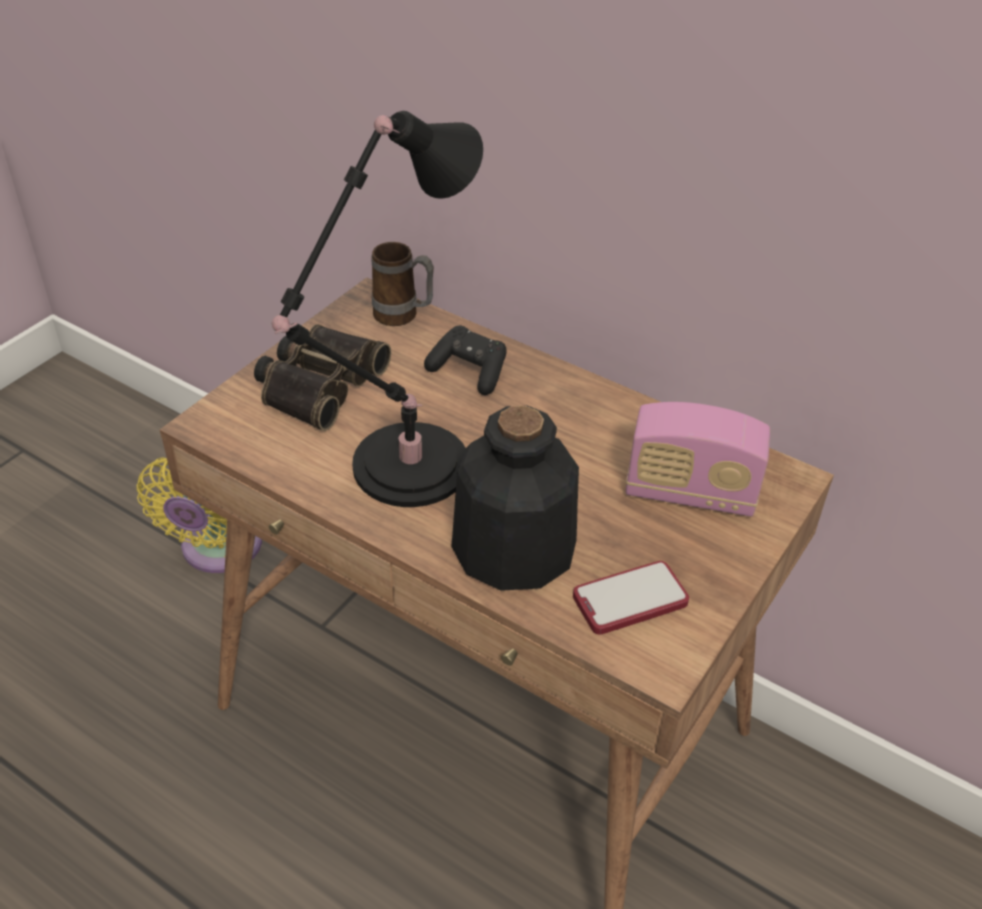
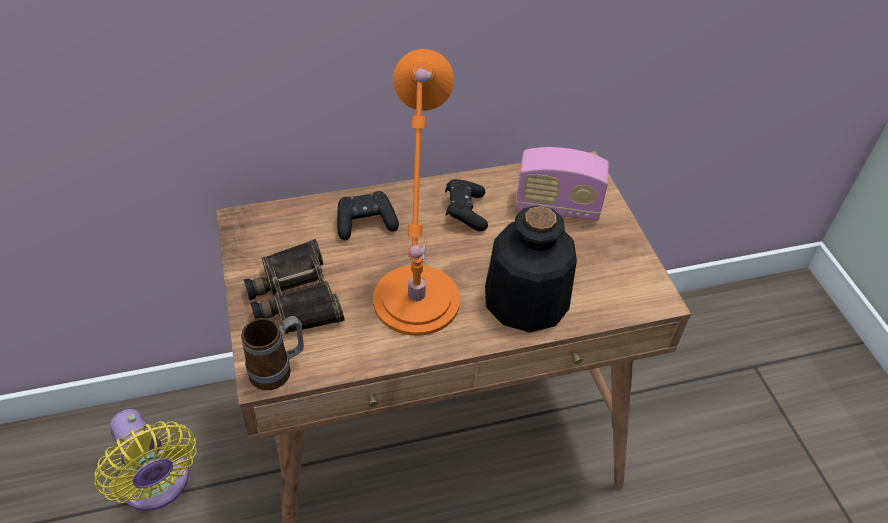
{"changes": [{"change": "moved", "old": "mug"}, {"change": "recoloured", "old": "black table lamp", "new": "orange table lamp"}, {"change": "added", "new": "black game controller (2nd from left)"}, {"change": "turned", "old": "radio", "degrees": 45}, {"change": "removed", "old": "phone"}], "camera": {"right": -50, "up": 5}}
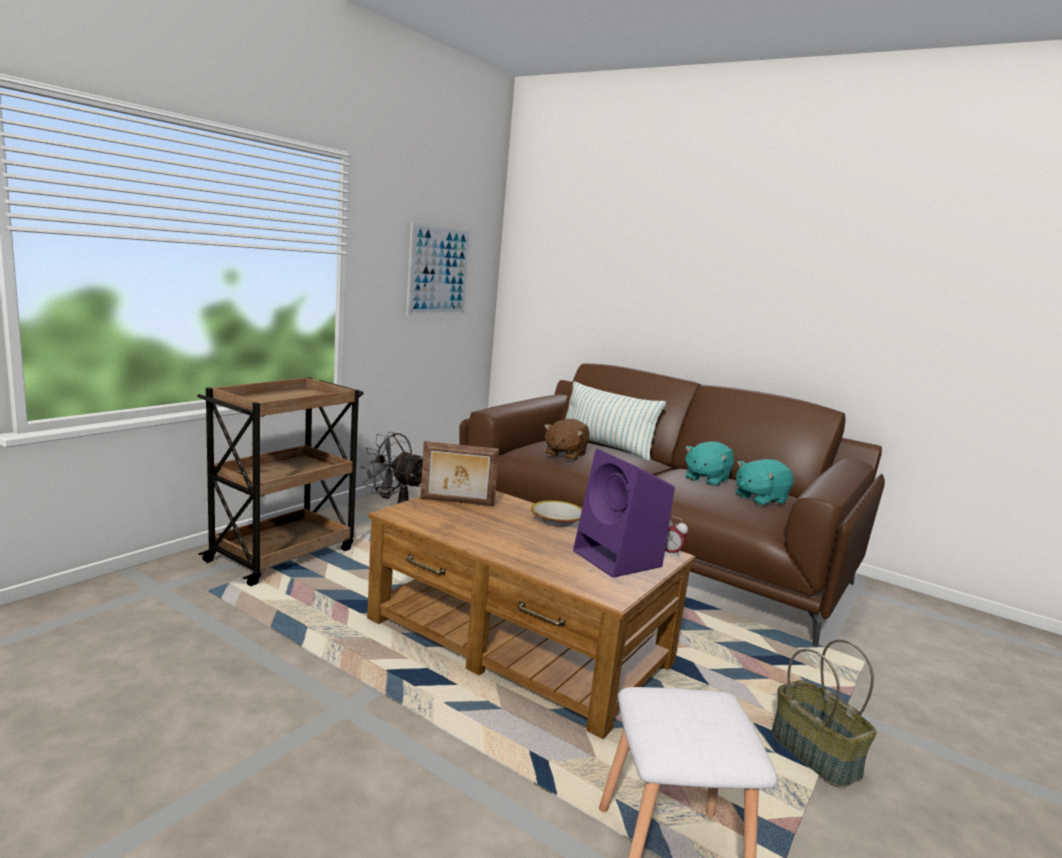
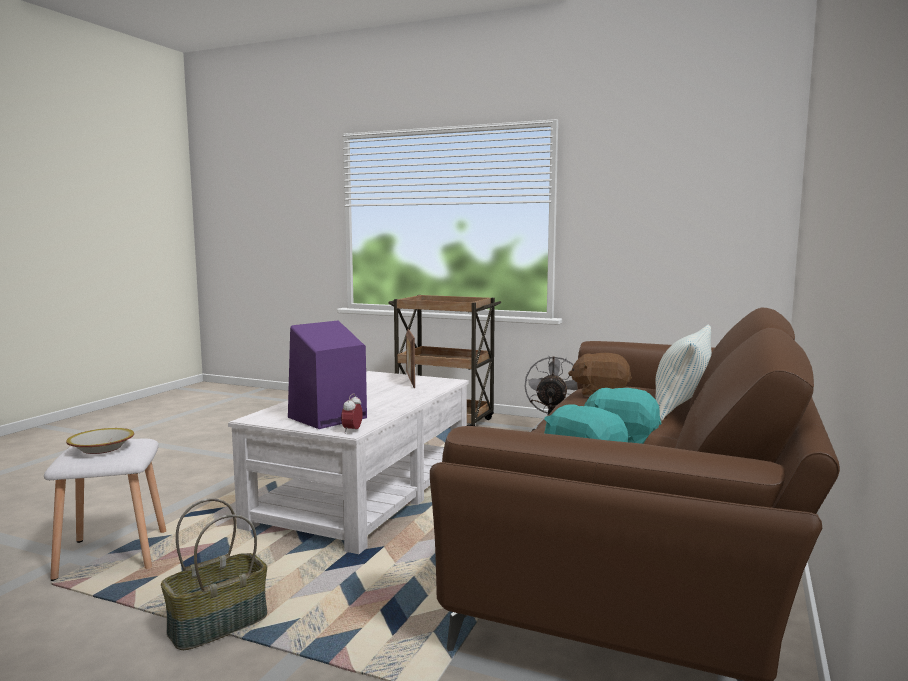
{"changes": [{"change": "moved", "old": "bowl"}, {"change": "recoloured", "old": "brown coffee table", "new": "white coffee table"}, {"change": "removed", "old": "picture"}], "camera": {"right": 80, "up": -5}}
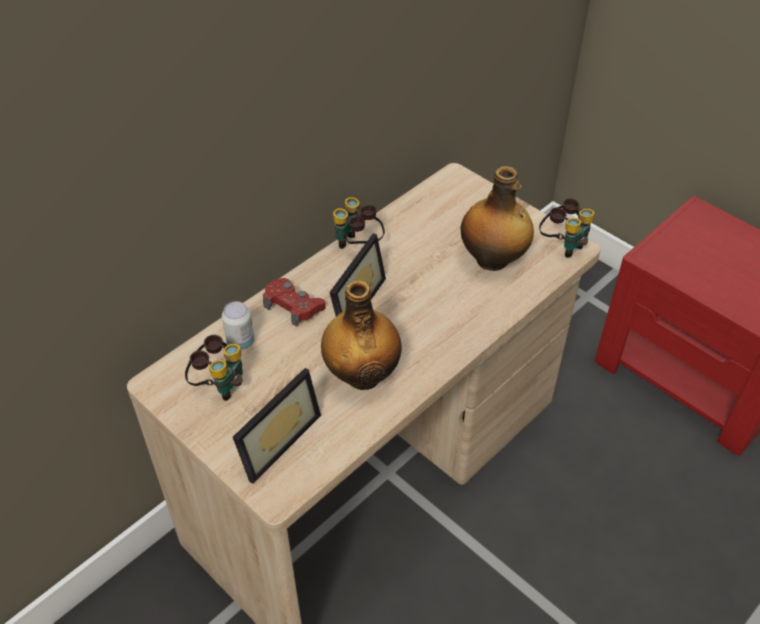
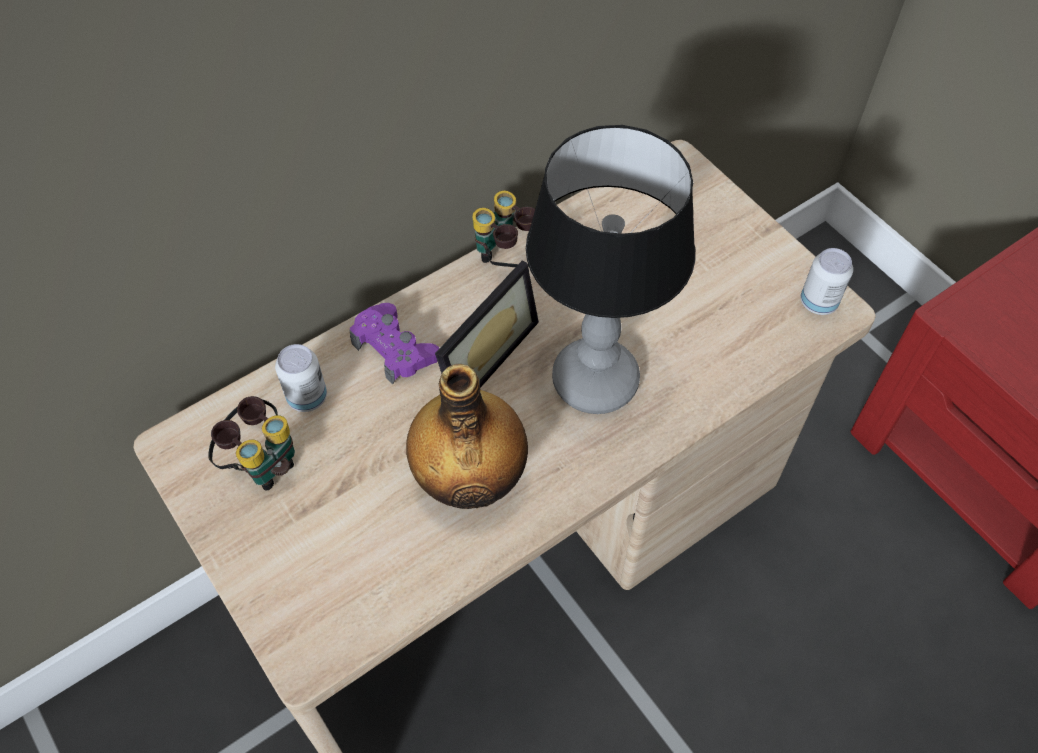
{"changes": [{"change": "recoloured", "old": "red game controller", "new": "purple game controller"}, {"change": "added", "new": "table lamp"}, {"change": "replaced", "old": "binoculars (3rd from left)", "new": "can (2nd from left)"}, {"change": "removed", "old": "picture frame (1st from left)"}, {"change": "removed", "old": "bottle (2nd from left)"}], "camera": {"right": 10, "up": 10}}
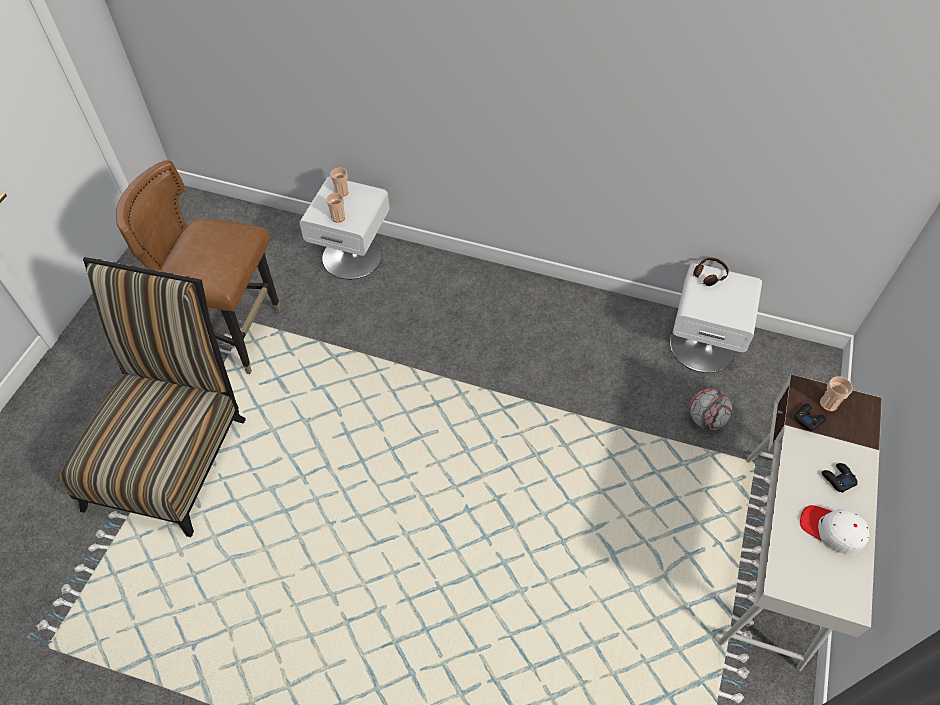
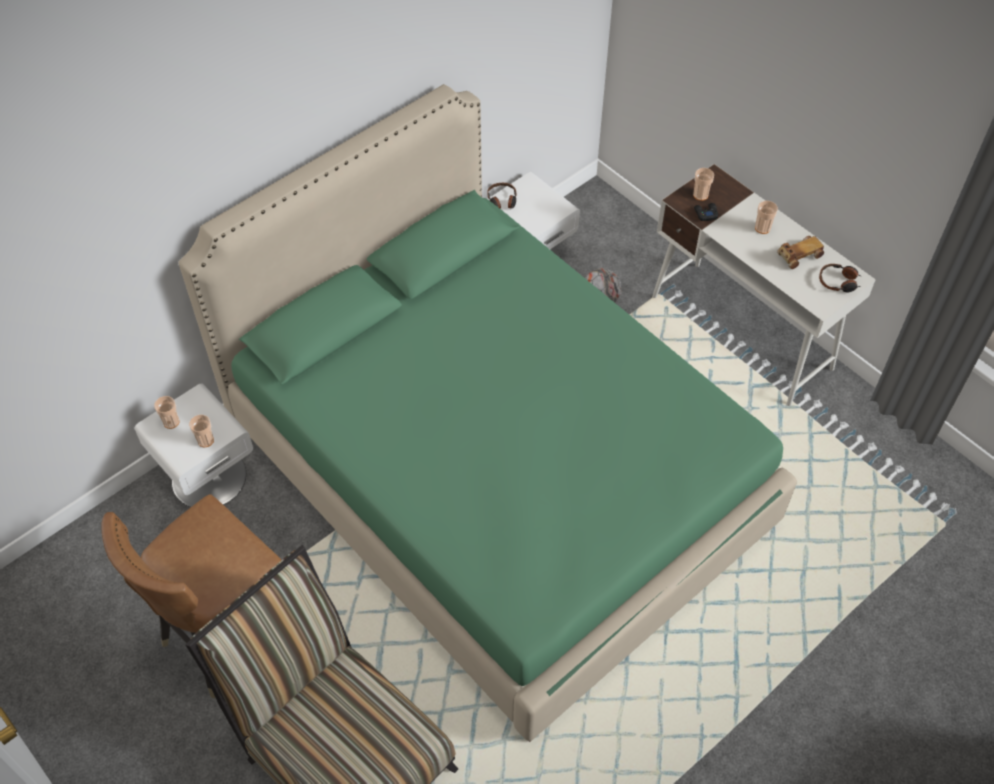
{"changes": [{"change": "added", "new": "green bed"}, {"change": "replaced", "old": "black game controller (2nd from left)", "new": "cup (4th from left)"}, {"change": "replaced", "old": "white cap", "new": "toy car"}, {"change": "added", "new": "headphones (2nd from left)"}], "camera": {"right": -60, "up": 0}}
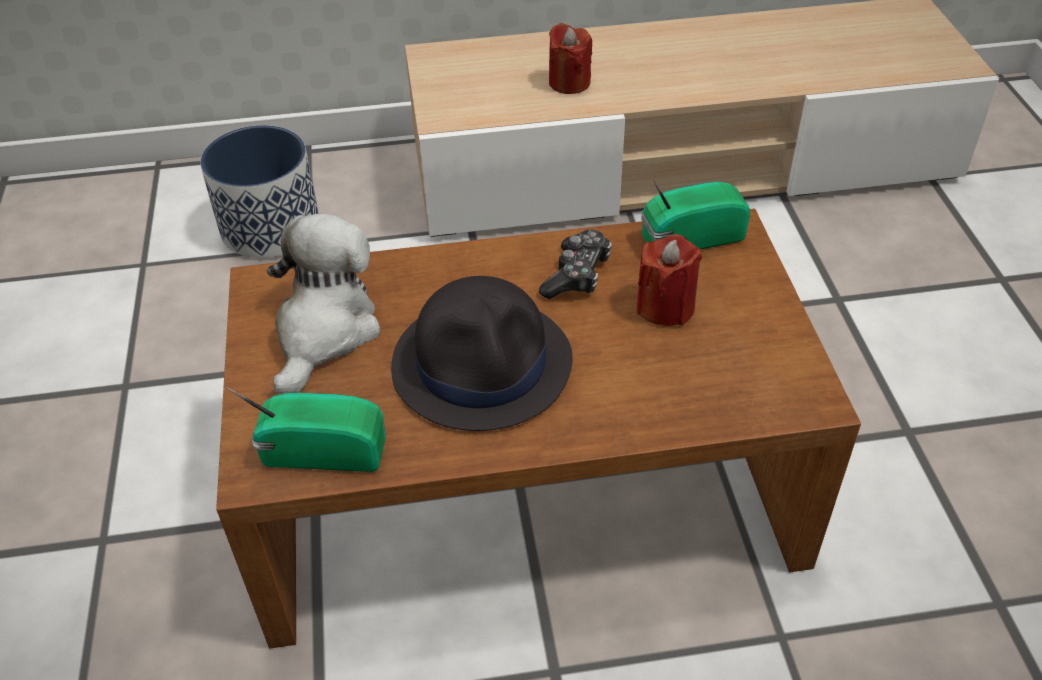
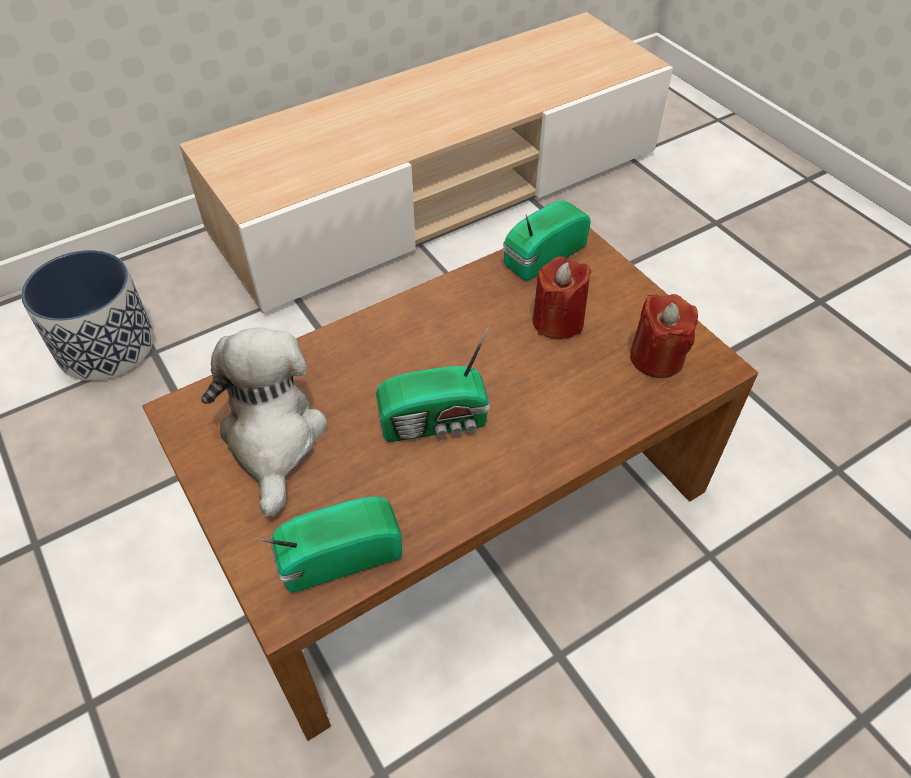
{"changes": [{"change": "replaced", "old": "black hat", "new": "radio (2nd from left)"}, {"change": "moved", "old": "red candle (1st from left in the first image)", "new": "red candle (2nd from left)"}, {"change": "removed", "old": "game controller"}], "camera": {"right": -25, "up": 5}}
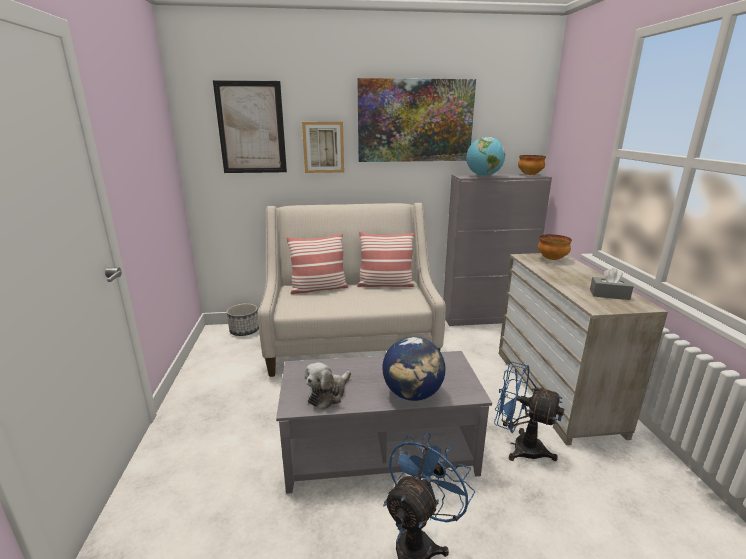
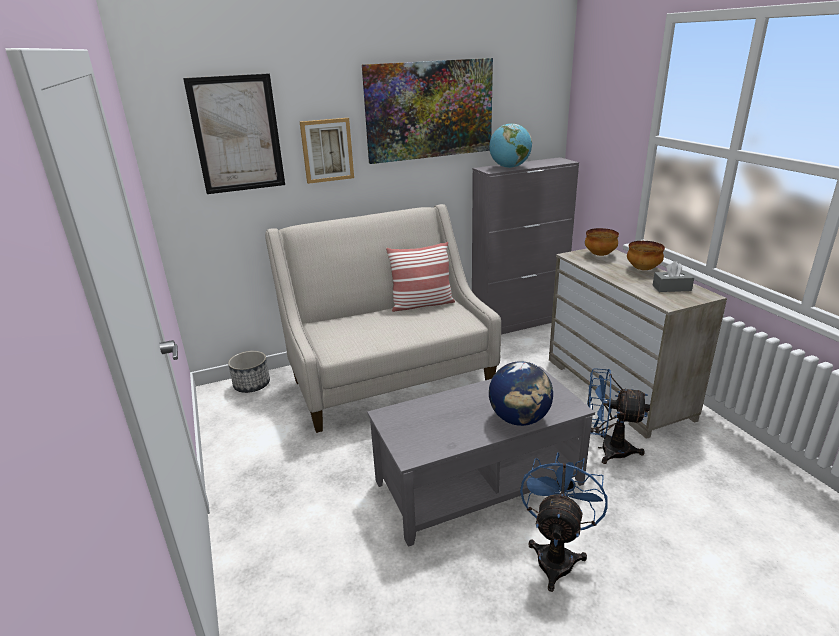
{"changes": [{"change": "moved", "old": "bowl (1st from left in the first image)", "new": "bowl (2nd from left)"}, {"change": "removed", "old": "pillow (1st from left)"}, {"change": "removed", "old": "plush toy"}], "camera": {"right": -15, "up": 5}}
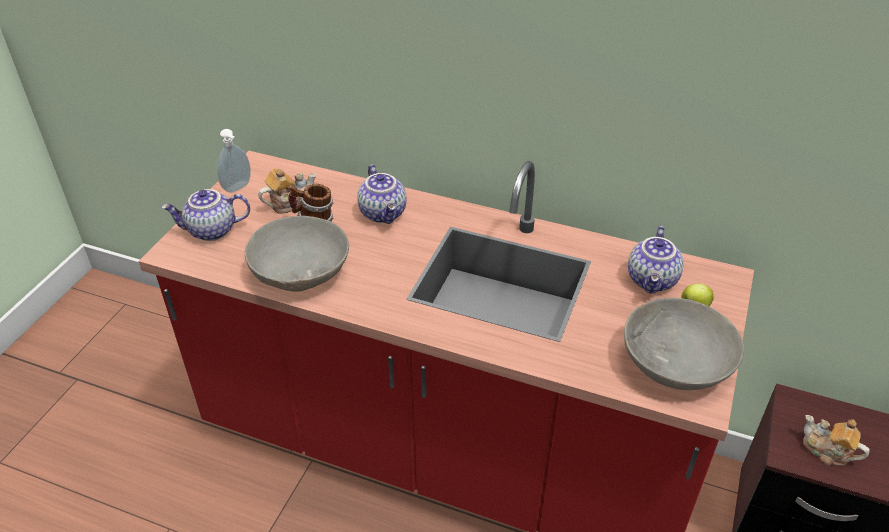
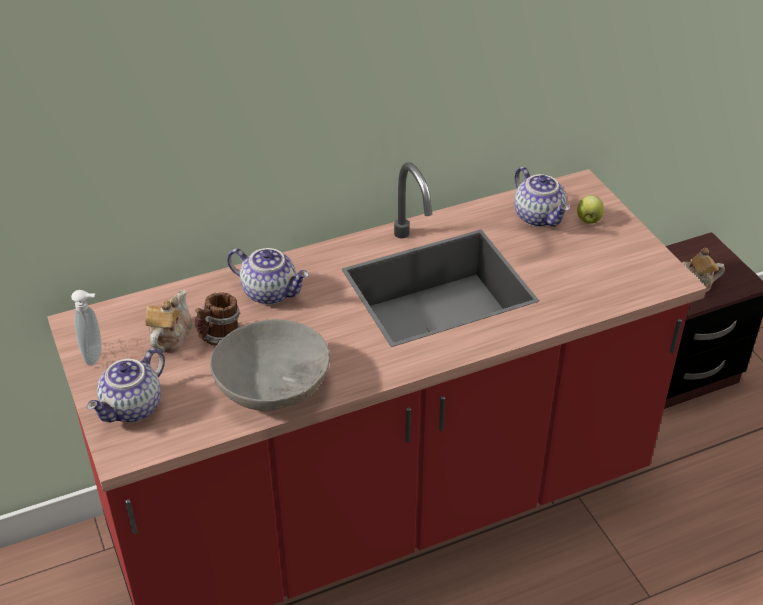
{"changes": [{"change": "removed", "old": "grey bowl (2nd from left)"}], "camera": {"right": -45, "up": 0}}
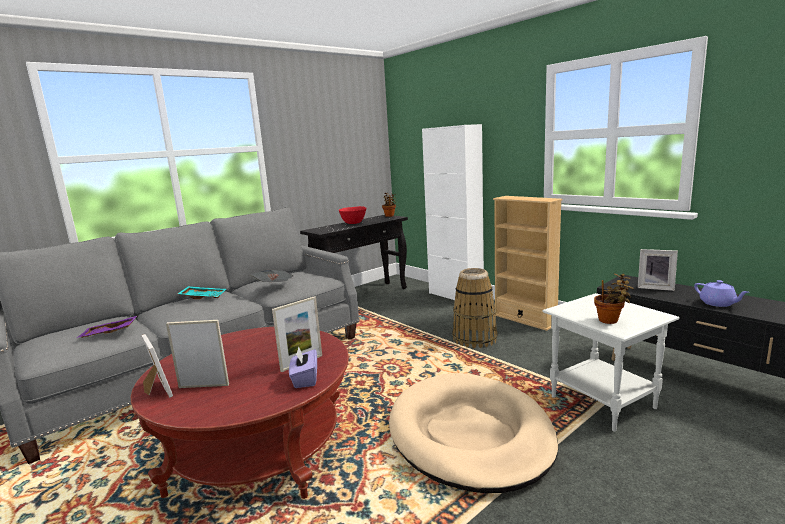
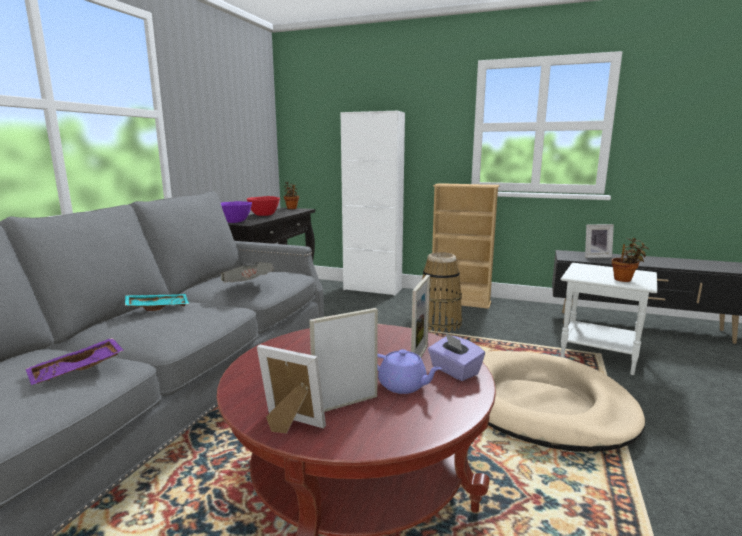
{"changes": [{"change": "added", "new": "purple bowl"}, {"change": "moved", "old": "purple teapot"}], "camera": {"right": -30, "up": 0}}
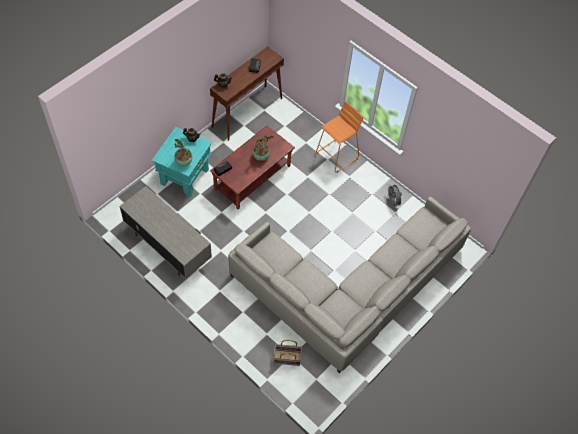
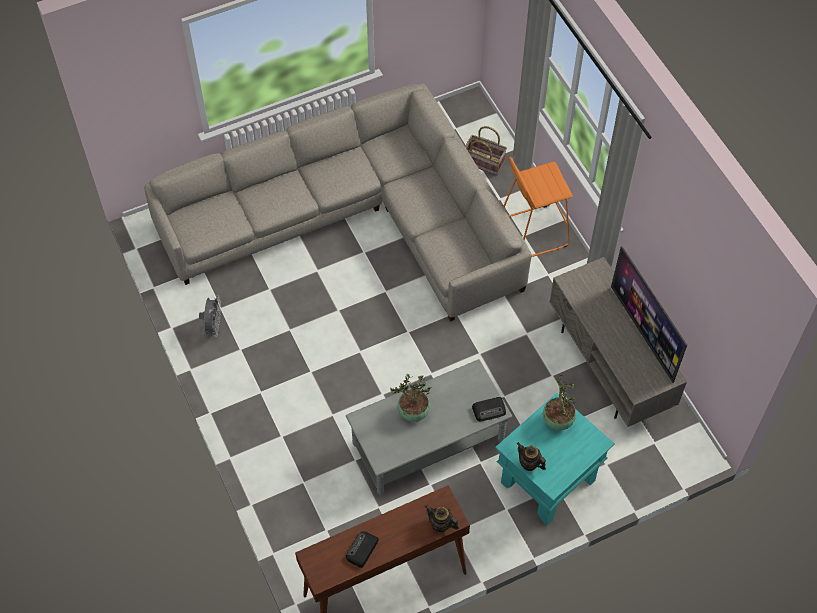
{"changes": [{"change": "recoloured", "old": "brown coffee table", "new": "grey coffee table"}, {"change": "moved", "old": "orange stool"}, {"change": "added", "new": "television"}], "camera": {"right": -155, "up": 0}}
